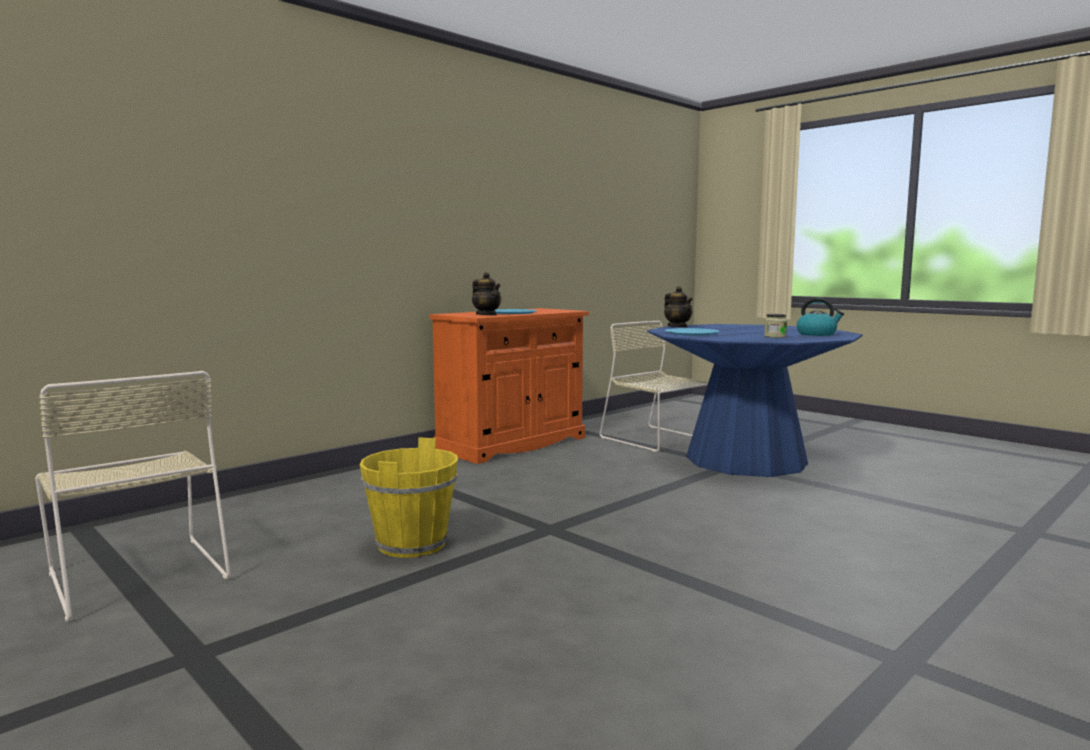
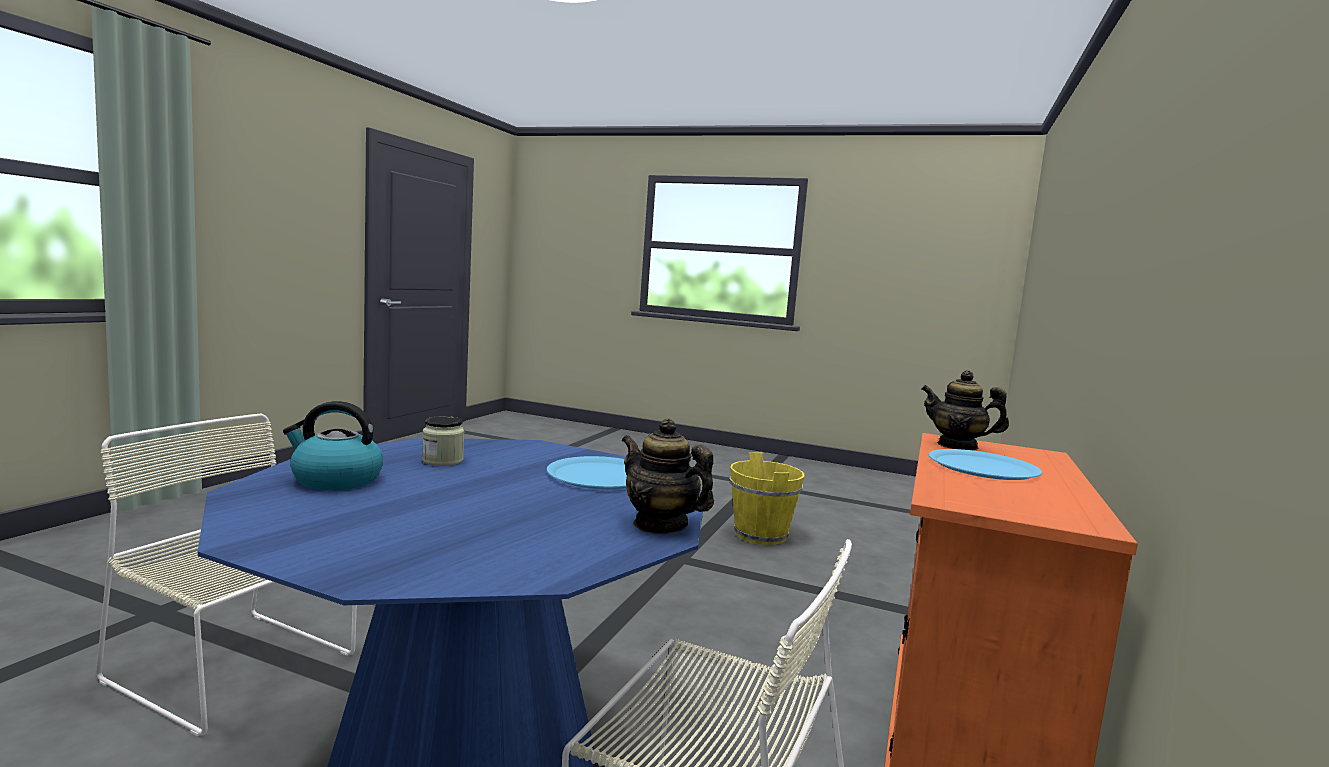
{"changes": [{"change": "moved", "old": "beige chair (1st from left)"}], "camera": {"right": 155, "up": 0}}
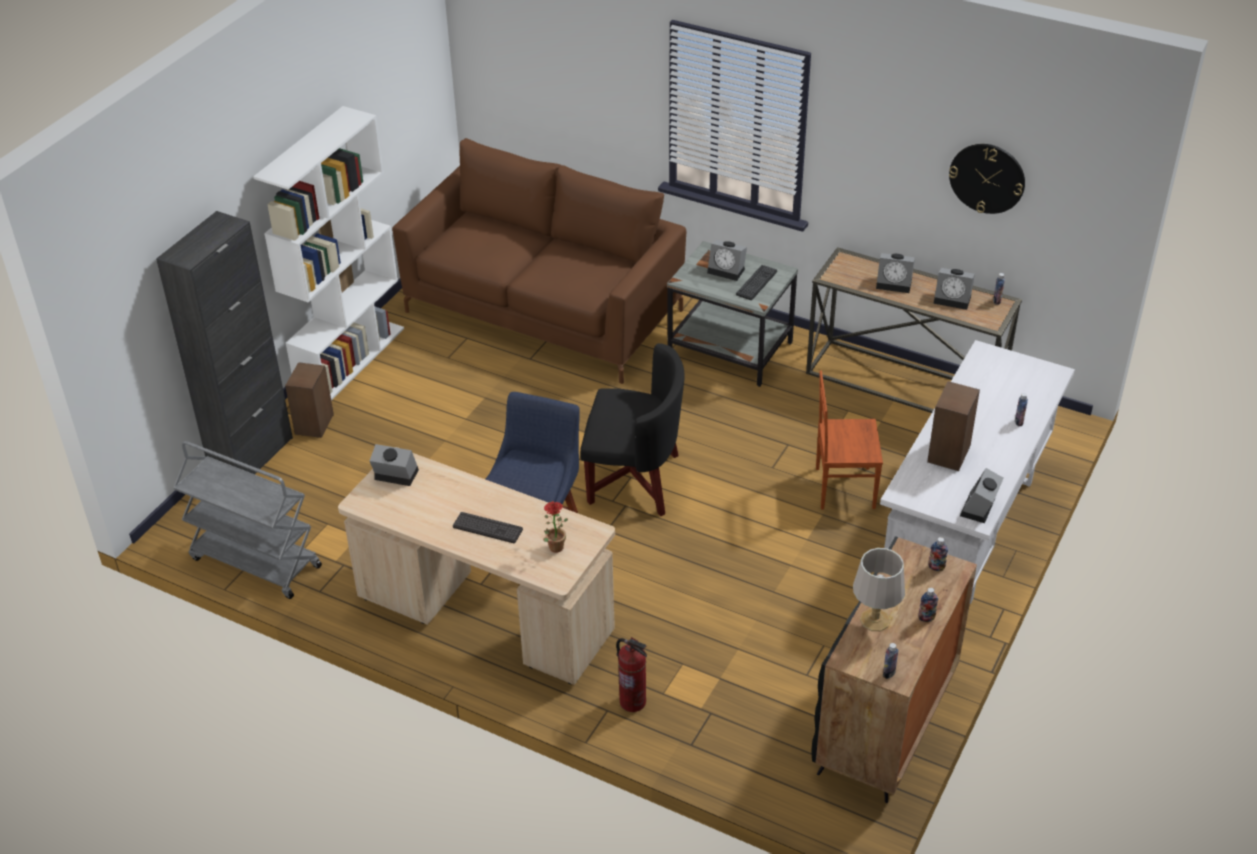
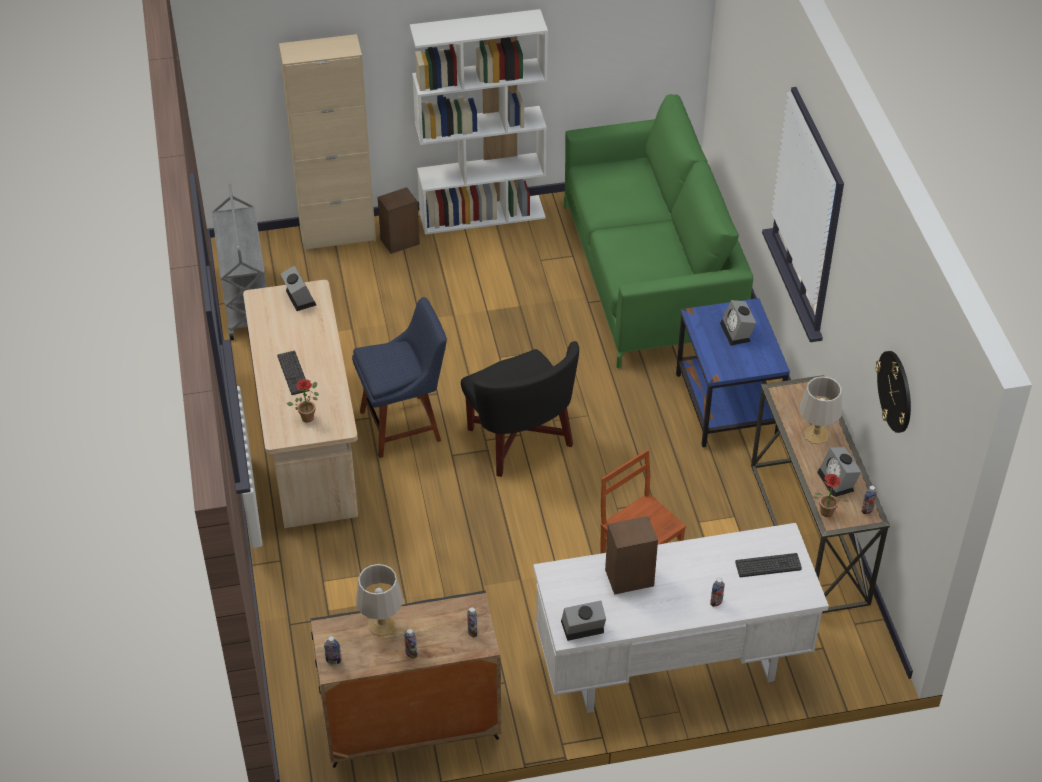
{"changes": [{"change": "recoloured", "old": "black cabinet (1st from left)", "new": "beige cabinet"}, {"change": "recoloured", "old": "brown sofa", "new": "green sofa"}, {"change": "recoloured", "old": "grey side table", "new": "blue side table"}, {"change": "moved", "old": "keyboard (2nd from left)"}, {"change": "replaced", "old": "alarm clock (3rd from left)", "new": "grey table lamp (2nd from left)"}, {"change": "added", "new": "potted plant (2nd from left)"}, {"change": "removed", "old": "fire extinguisher"}], "camera": {"right": 50, "up": 5}}
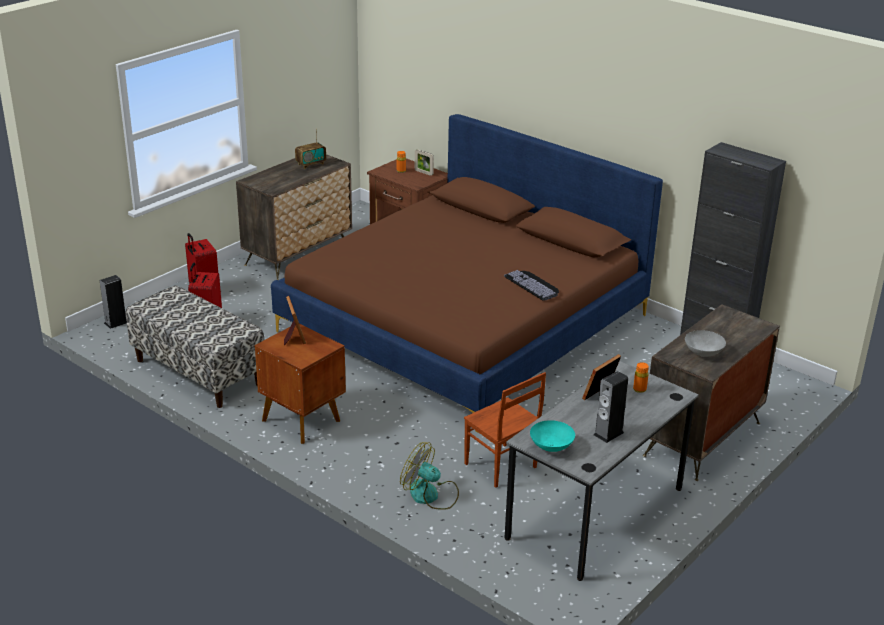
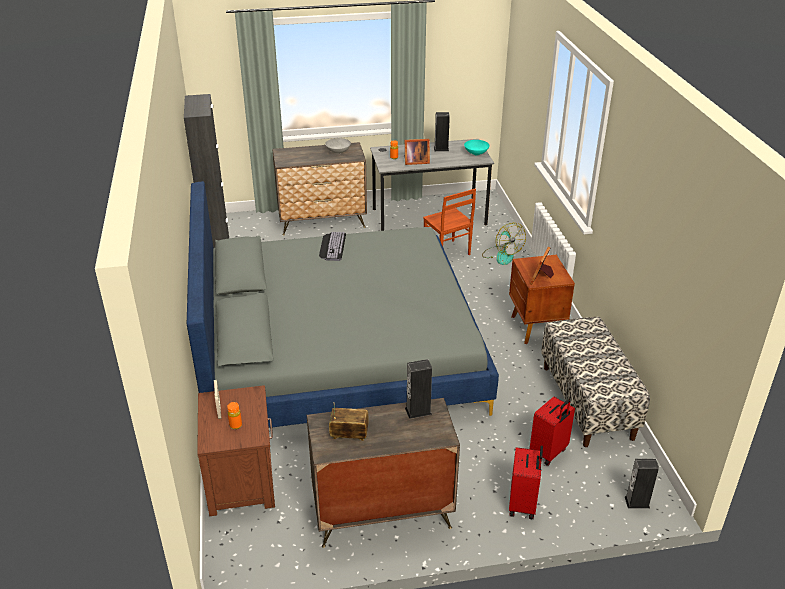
{"changes": [{"change": "recoloured", "old": "brown bed", "new": "grey bed"}, {"change": "added", "new": "speaker (1st from left)"}, {"change": "turned", "old": "brown chair", "degrees": 150}], "camera": {"right": -140, "up": 5}}
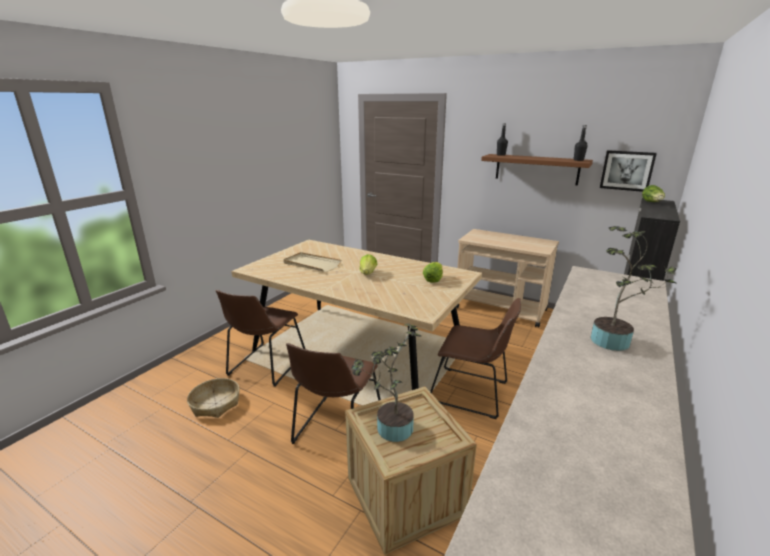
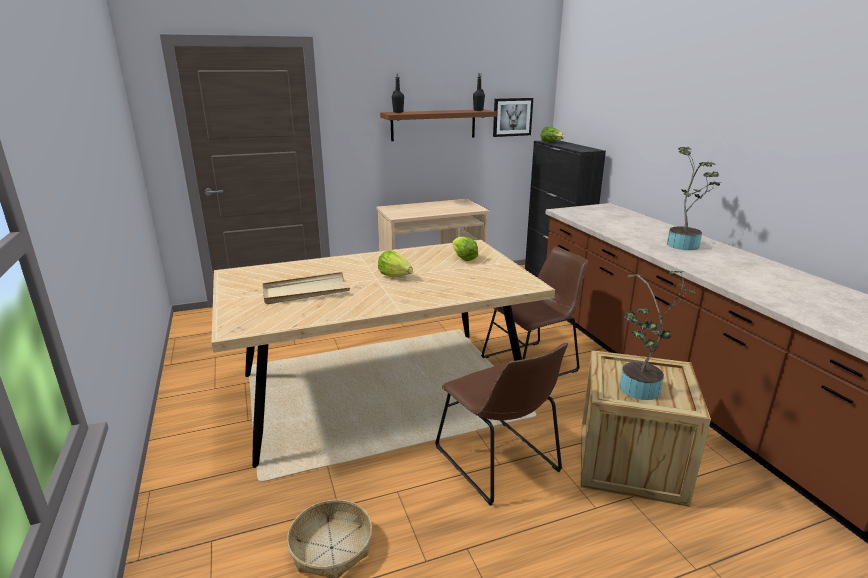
{"changes": [{"change": "removed", "old": "brown chair (1st from left)"}], "camera": {"right": -50, "up": 0}}
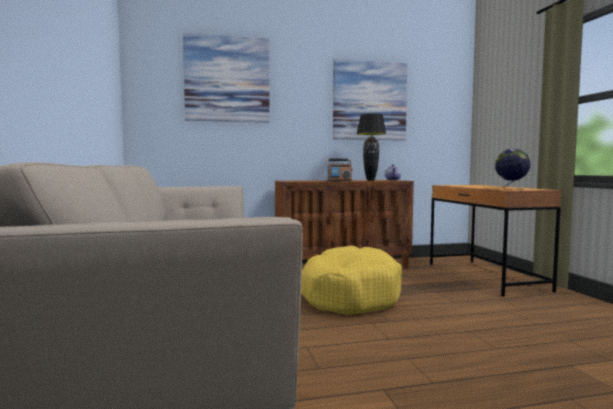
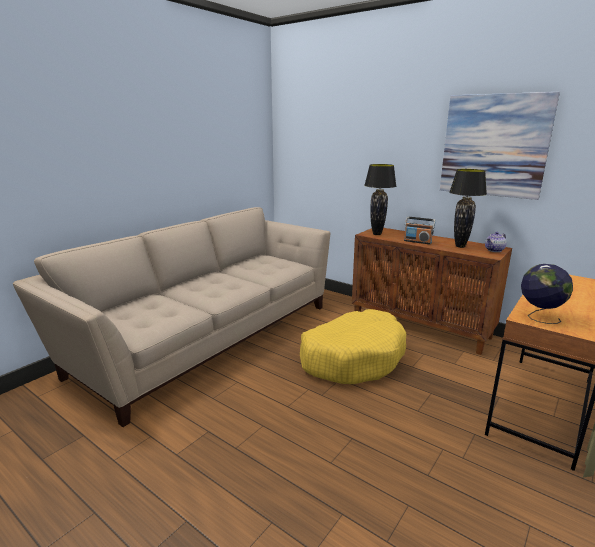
{"changes": [{"change": "added", "new": "black table lamp (1st from left)"}, {"change": "removed", "old": "picture (1st from left)"}], "camera": {"right": 50, "up": 15}}
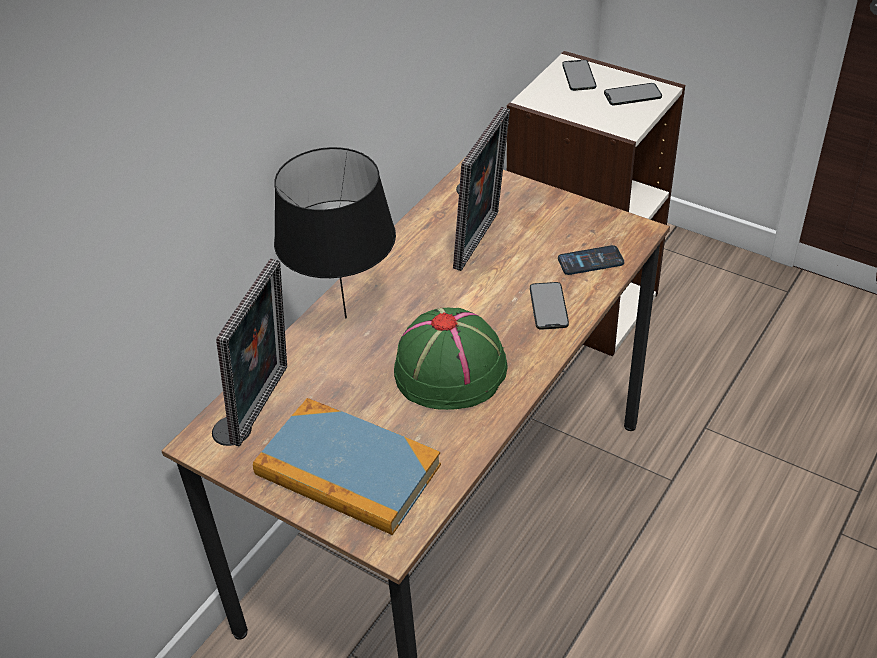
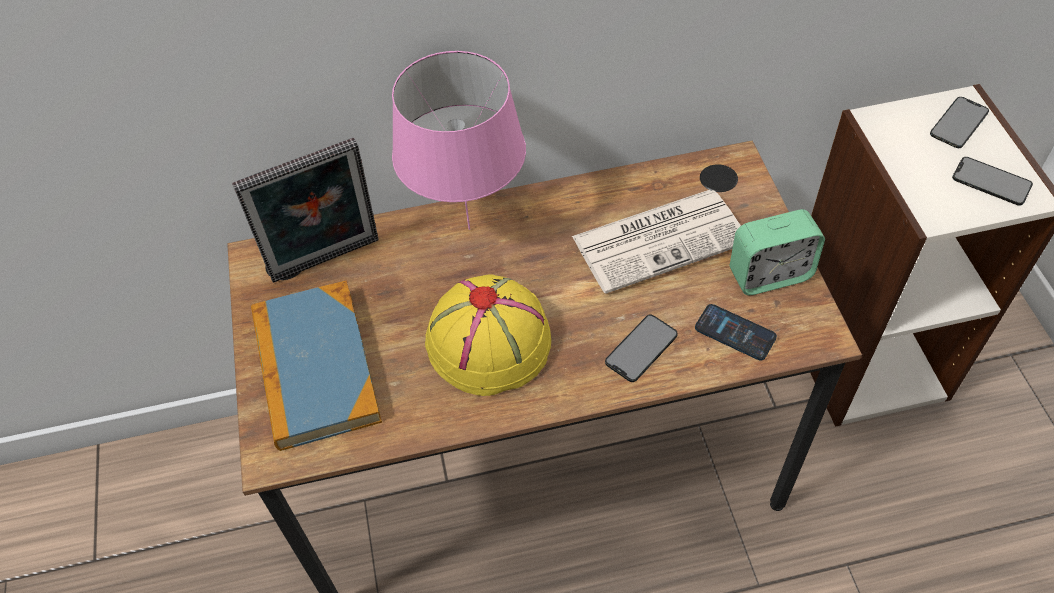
{"changes": [{"change": "recoloured", "old": "black table lamp", "new": "pink table lamp"}, {"change": "recoloured", "old": "green hat", "new": "yellow hat"}, {"change": "replaced", "old": "picture frame (2nd from left)", "new": "newspaper"}, {"change": "added", "new": "alarm clock"}], "camera": {"right": 45, "up": 10}}
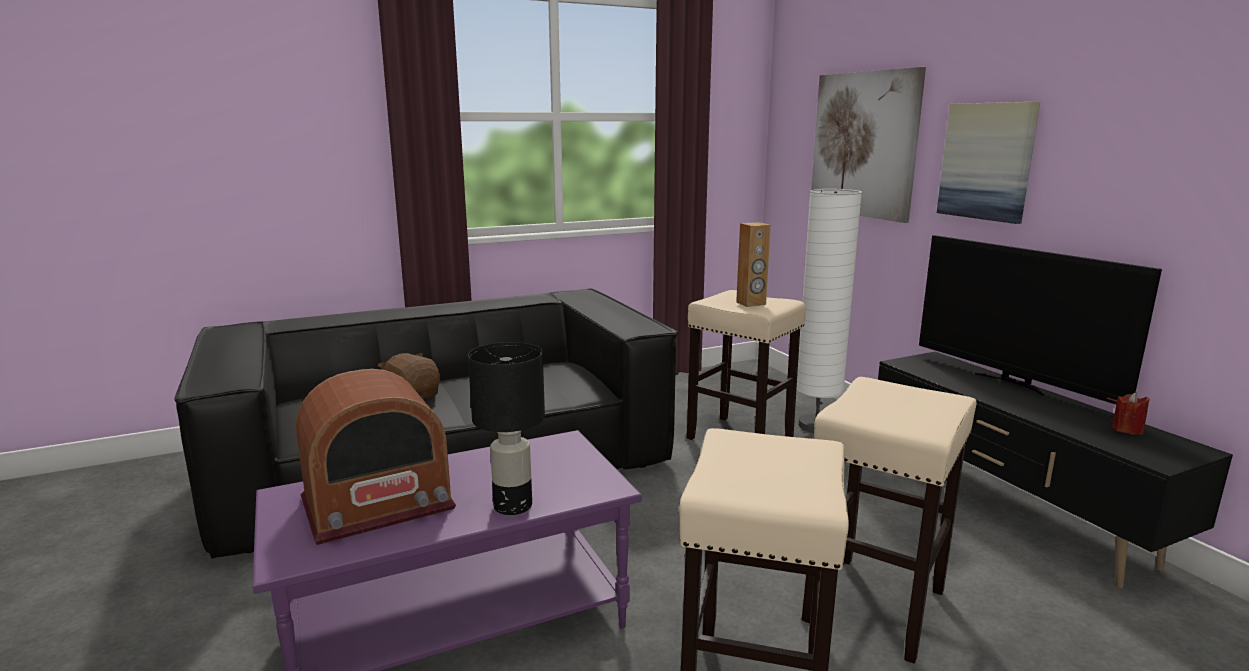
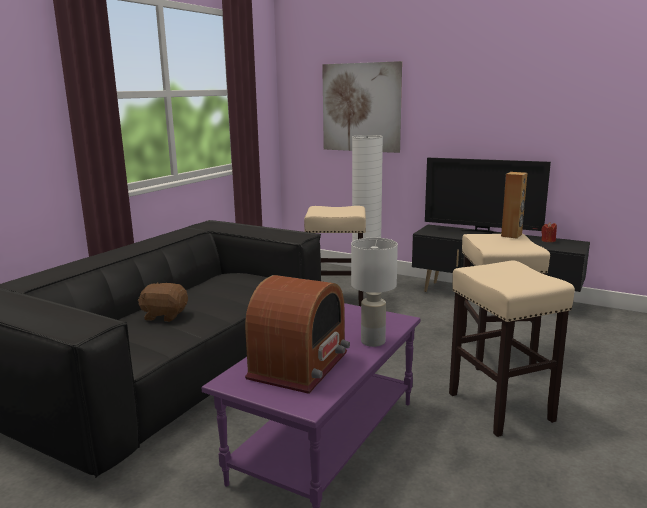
{"changes": [{"change": "recoloured", "old": "black table lamp", "new": "white table lamp"}, {"change": "moved", "old": "brown speaker"}, {"change": "removed", "old": "picture (2nd from left)"}], "camera": {"right": -35, "up": 0}}
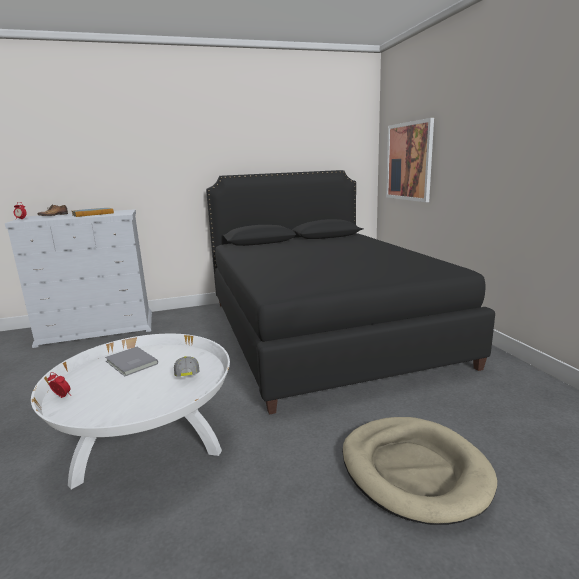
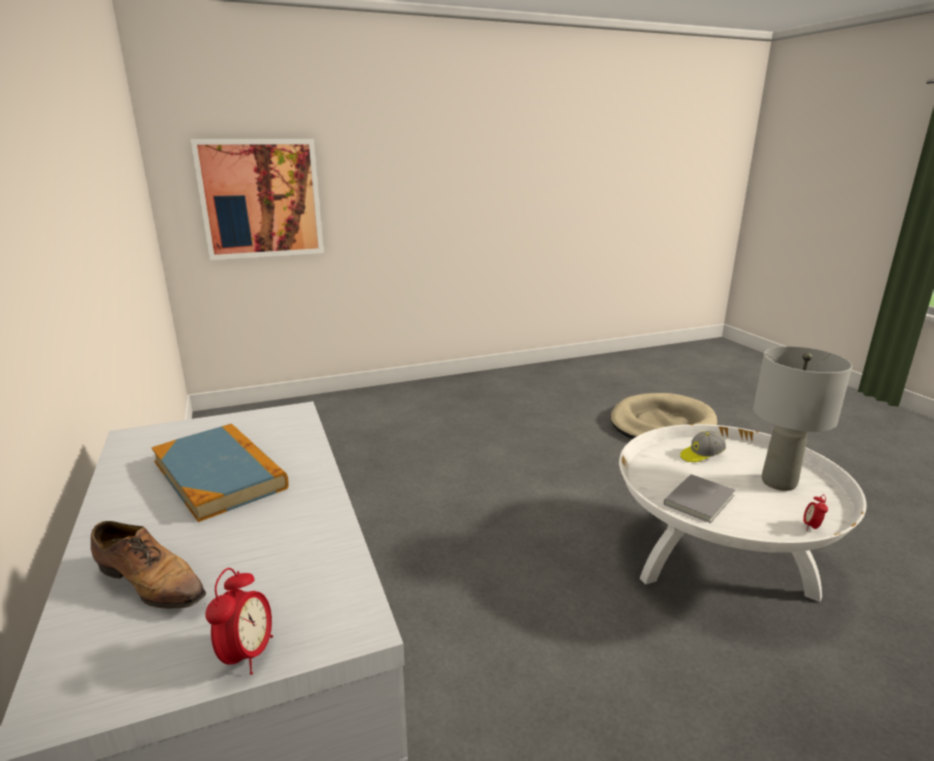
{"changes": [{"change": "added", "new": "grey table lamp"}, {"change": "removed", "old": "black bed"}], "camera": {"right": -95, "up": 5}}
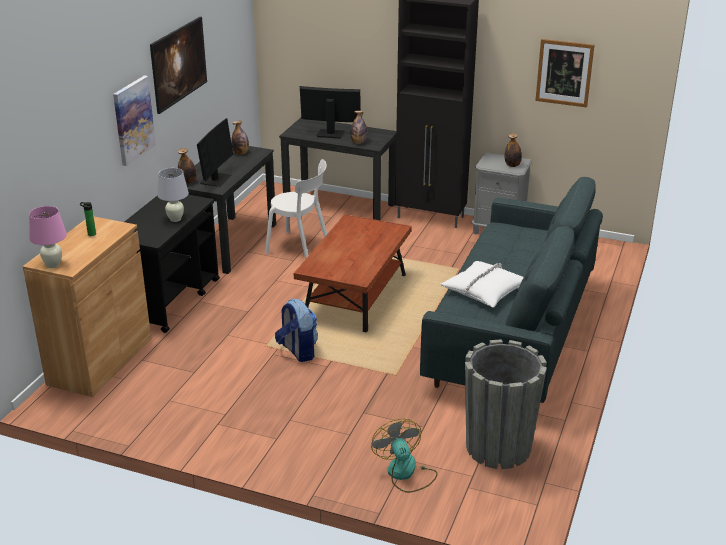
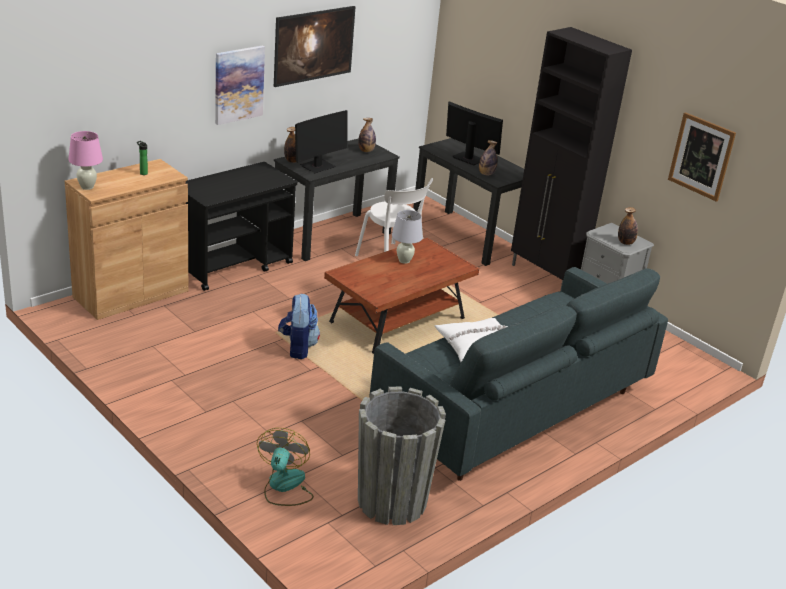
{"changes": [{"change": "moved", "old": "white table lamp"}], "camera": {"right": 25, "up": 0}}
